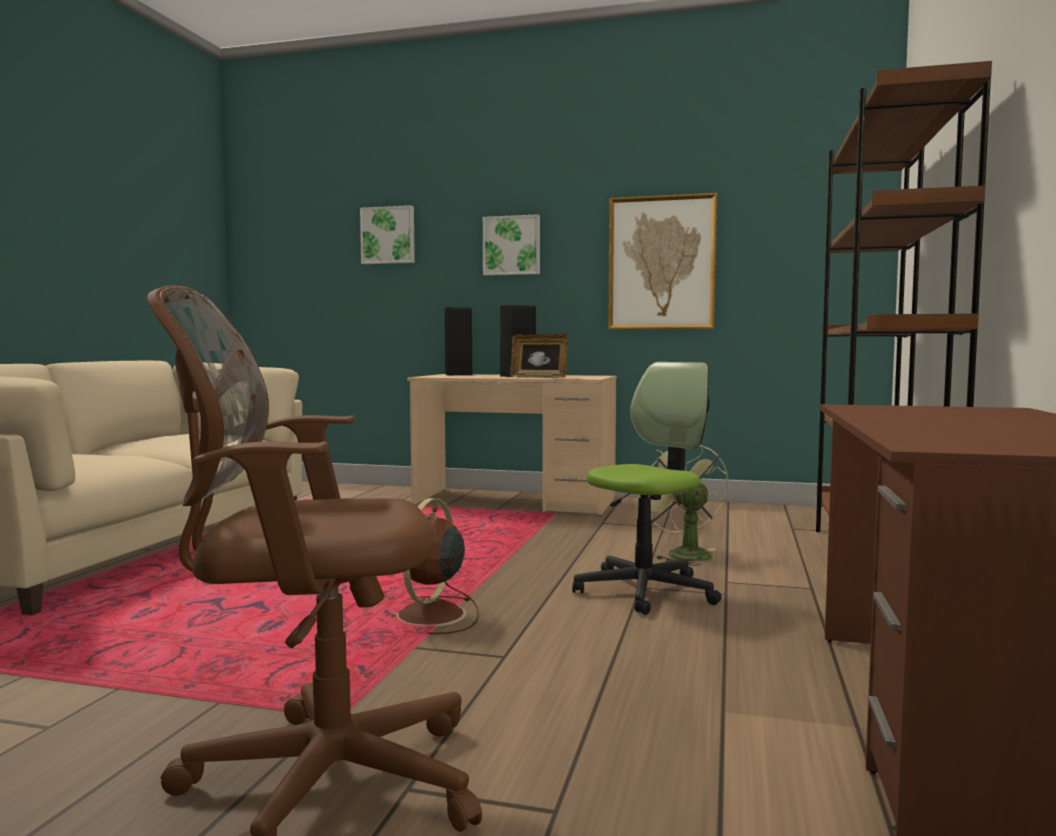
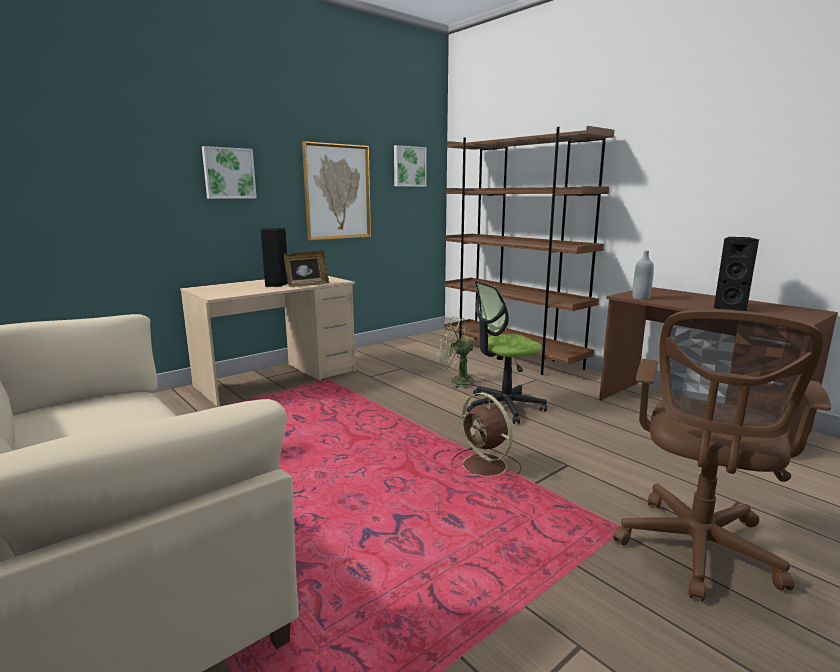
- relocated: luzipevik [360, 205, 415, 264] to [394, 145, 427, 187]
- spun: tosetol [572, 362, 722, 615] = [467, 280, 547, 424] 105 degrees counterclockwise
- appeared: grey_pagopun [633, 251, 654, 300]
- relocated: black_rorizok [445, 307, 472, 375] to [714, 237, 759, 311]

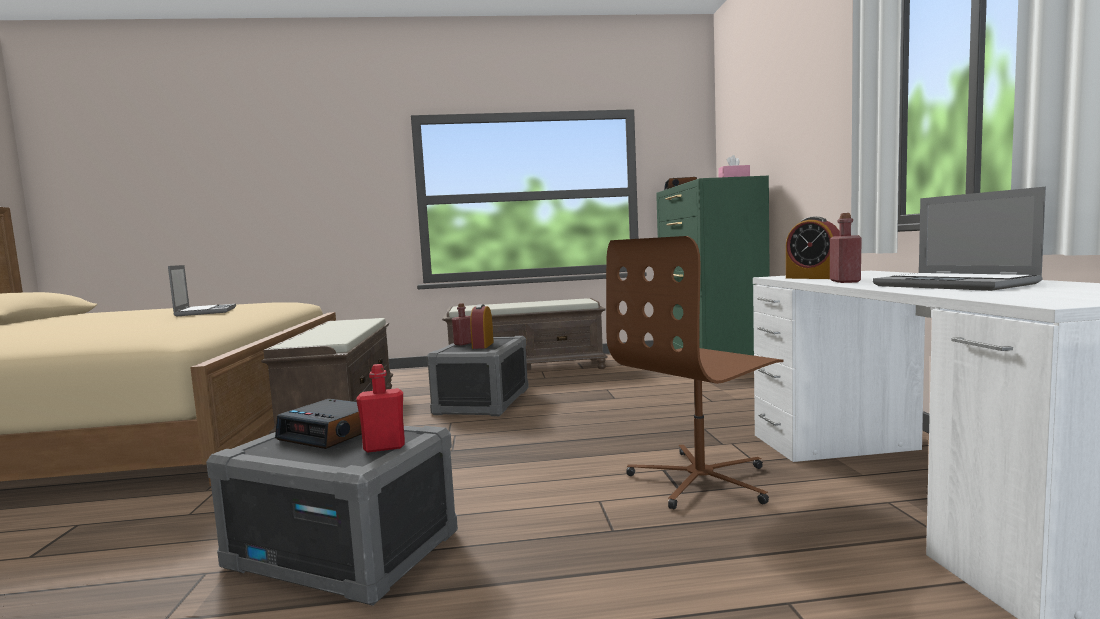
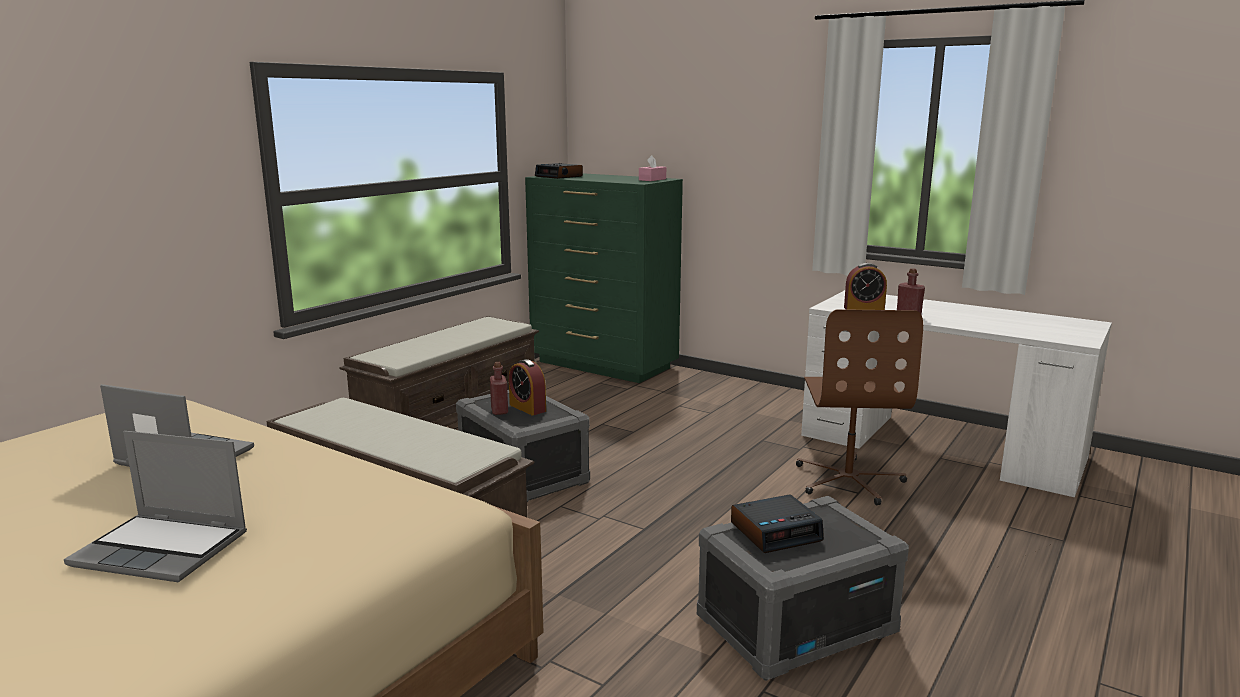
- relocated: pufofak [873, 187, 1046, 291] to [64, 431, 247, 582]
- missing: red_pagopun [356, 364, 405, 452]

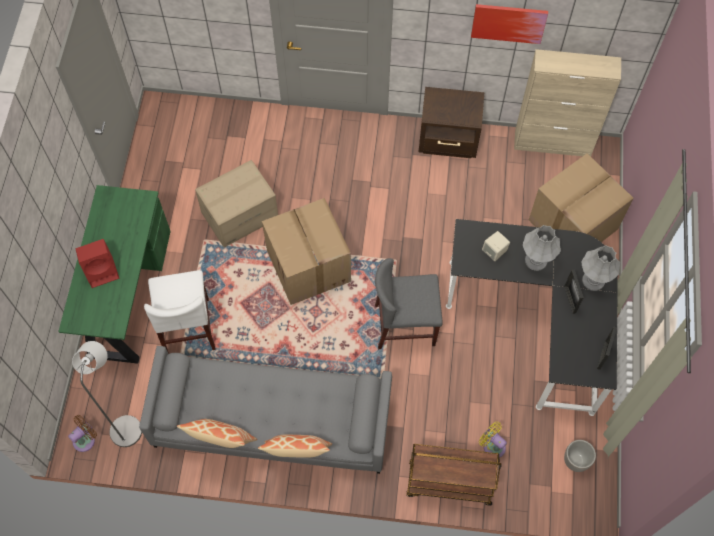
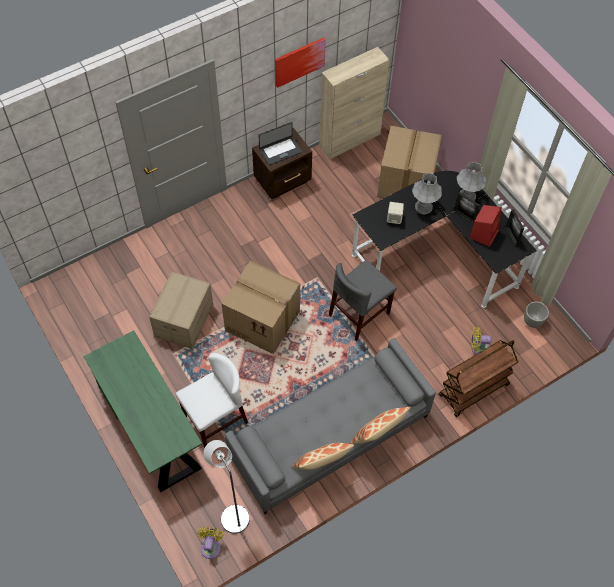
- spun: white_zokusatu [144, 270, 216, 354] = [176, 353, 248, 448] 75 degrees counterclockwise
- colour: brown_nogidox [68, 415, 97, 452] to yellow_nogidox [197, 527, 224, 559]
- appeared: pufofak [258, 122, 302, 165]
- relocated: red_rorizok [76, 239, 119, 288] to [470, 205, 502, 247]

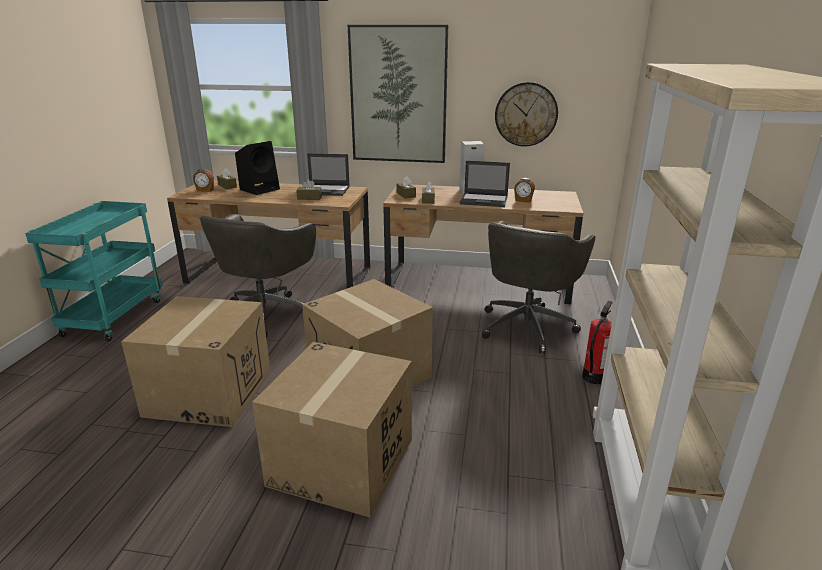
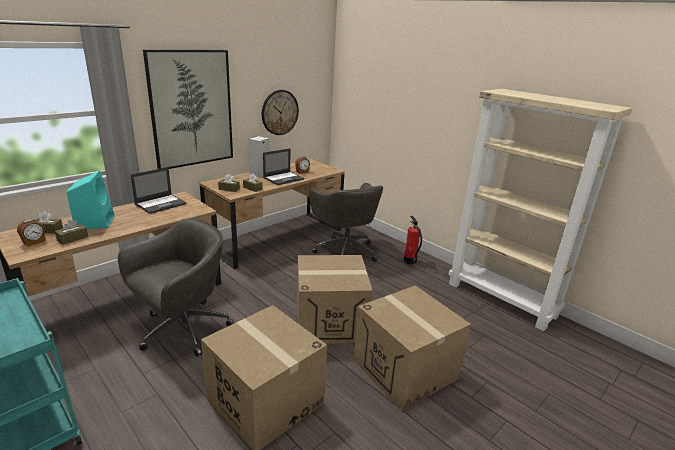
- relocated: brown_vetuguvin [296, 179, 322, 200] to [55, 220, 88, 245]
- colour: black_rorizok [235, 141, 280, 195] to turquoise_rorizok [67, 171, 115, 229]
- spun: grey_tosetol [199, 214, 316, 338] = [118, 218, 234, 357] 105 degrees counterclockwise

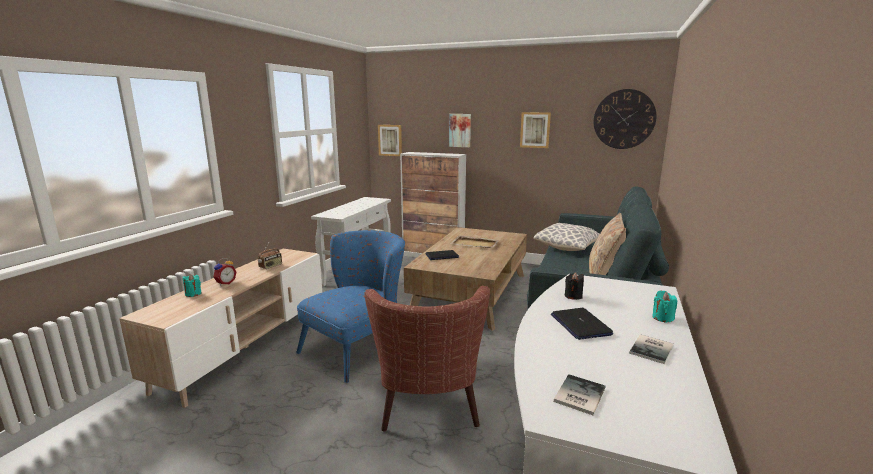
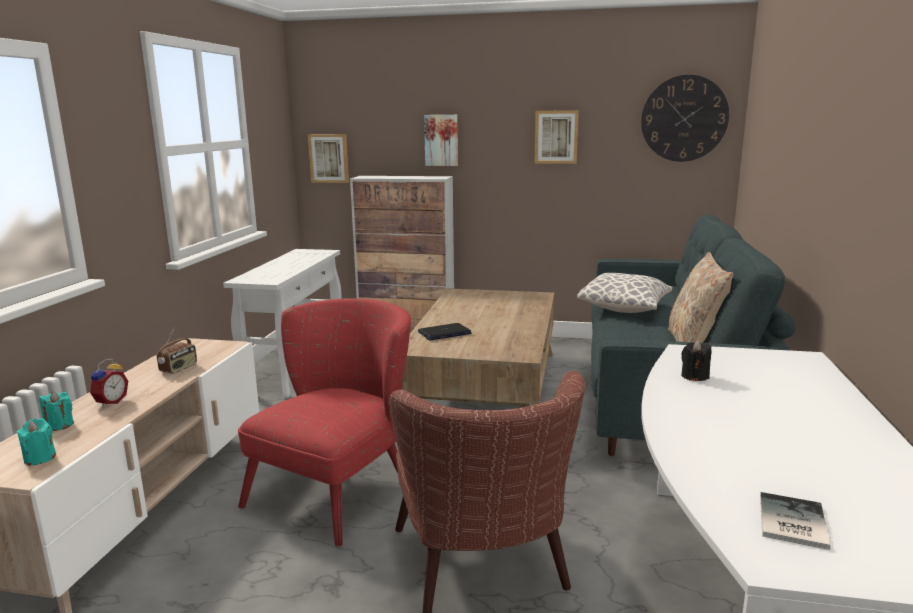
- relocated: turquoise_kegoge [652, 290, 677, 322] to [16, 418, 56, 466]
- colour: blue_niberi [296, 230, 405, 383] to red_niberi [238, 298, 411, 547]
- missing: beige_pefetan [450, 236, 499, 248]
- missing: pufofak [551, 308, 613, 340]
- missing: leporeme [629, 334, 674, 364]

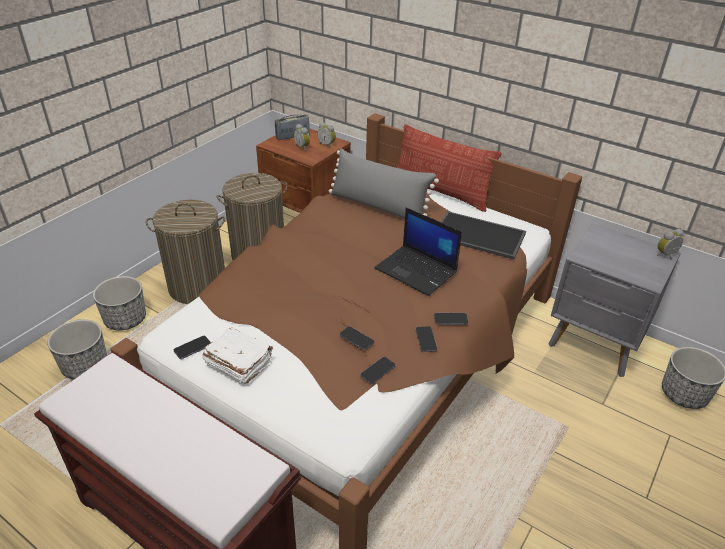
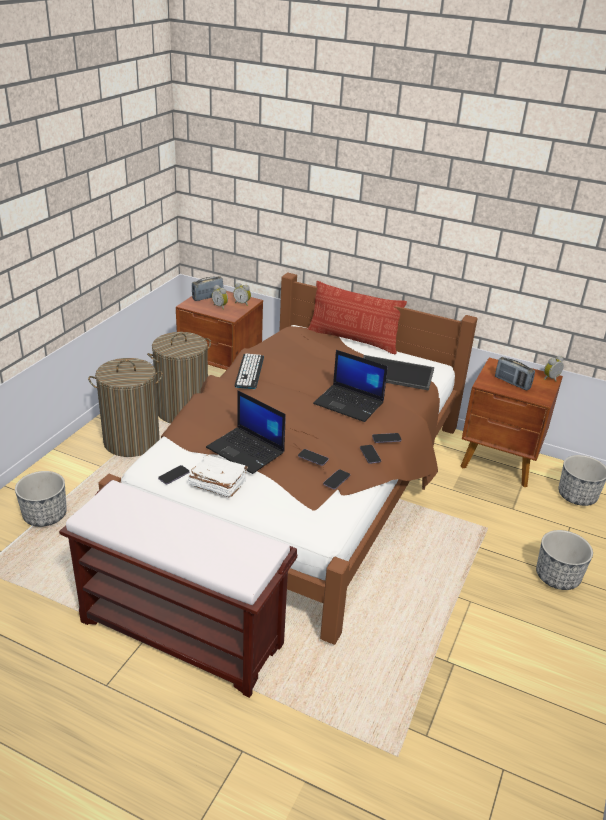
- appeared: pufofak [206, 390, 286, 474]
- appeared: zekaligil [235, 354, 264, 389]
- colour: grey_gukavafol [548, 223, 681, 377] to brown_gukavafol [461, 358, 563, 487]
- appeared: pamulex [495, 357, 535, 391]
- relocated: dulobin [93, 276, 146, 330] to [536, 530, 593, 590]
- missing: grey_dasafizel [329, 149, 439, 218]

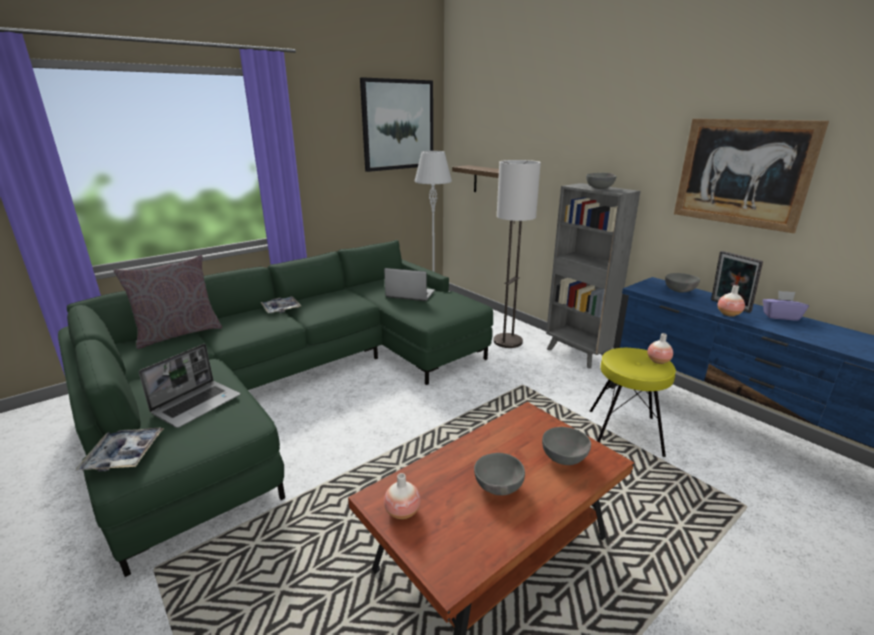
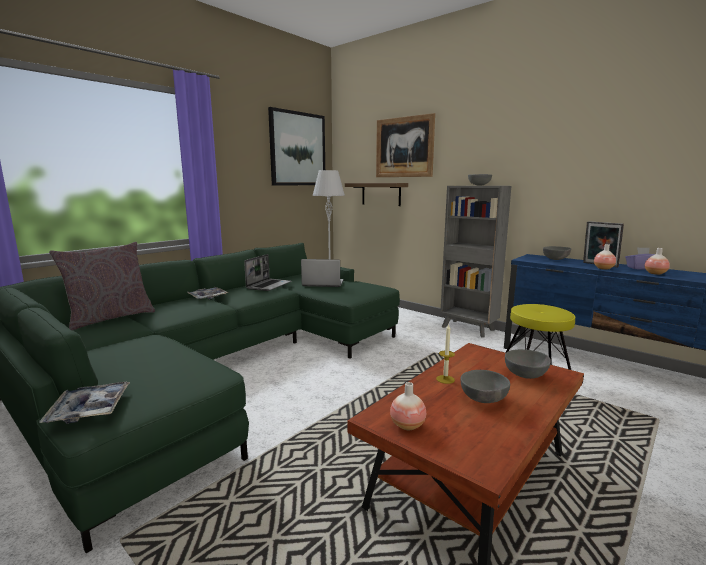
- relocated: pufofak [139, 344, 240, 428] to [244, 254, 291, 291]
- relocated: luzipevik [674, 119, 829, 233] to [376, 113, 435, 177]
- appeared: kegoge [436, 325, 455, 384]
- relocated: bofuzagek [647, 333, 673, 364] to [645, 248, 670, 275]
- missing: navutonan [493, 160, 541, 348]

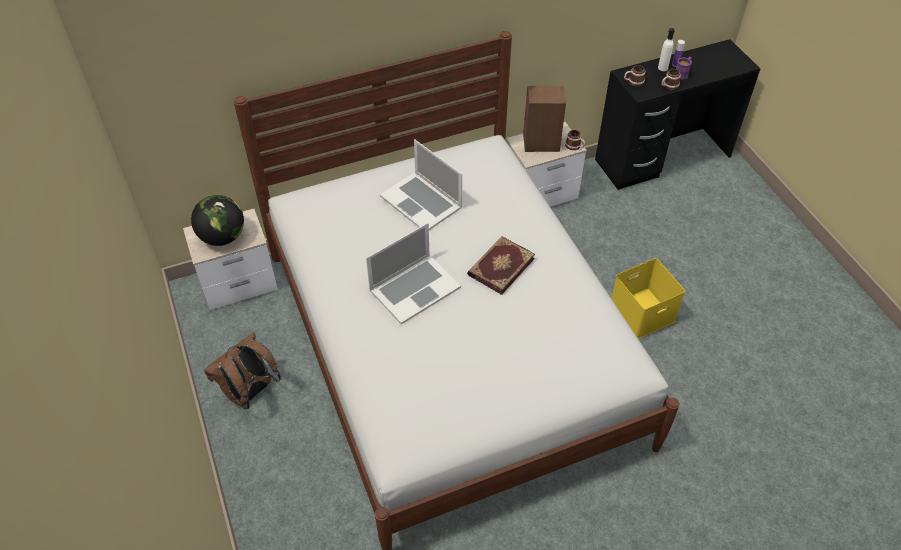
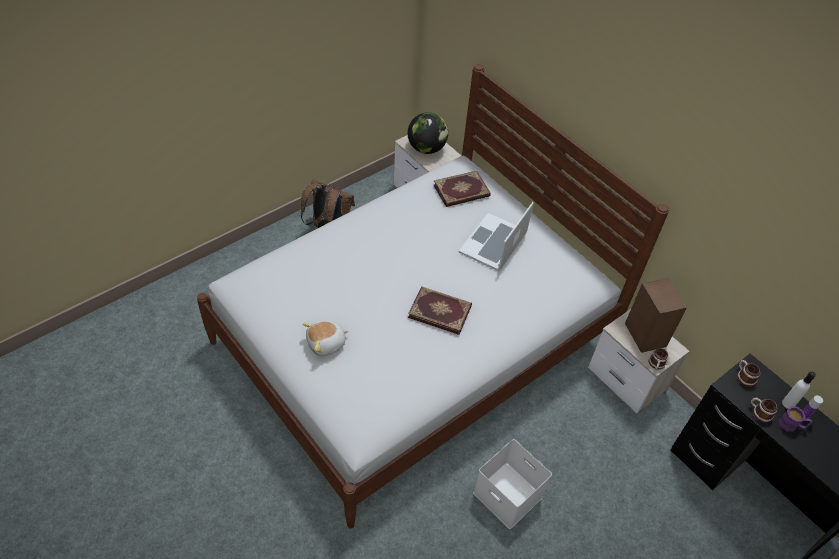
- appeared: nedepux [302, 320, 349, 356]
- appeared: leporeme [434, 171, 490, 207]
- colour: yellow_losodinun [611, 258, 685, 339] to white_losodinun [473, 439, 552, 529]
- missing: pufofak [366, 223, 461, 324]

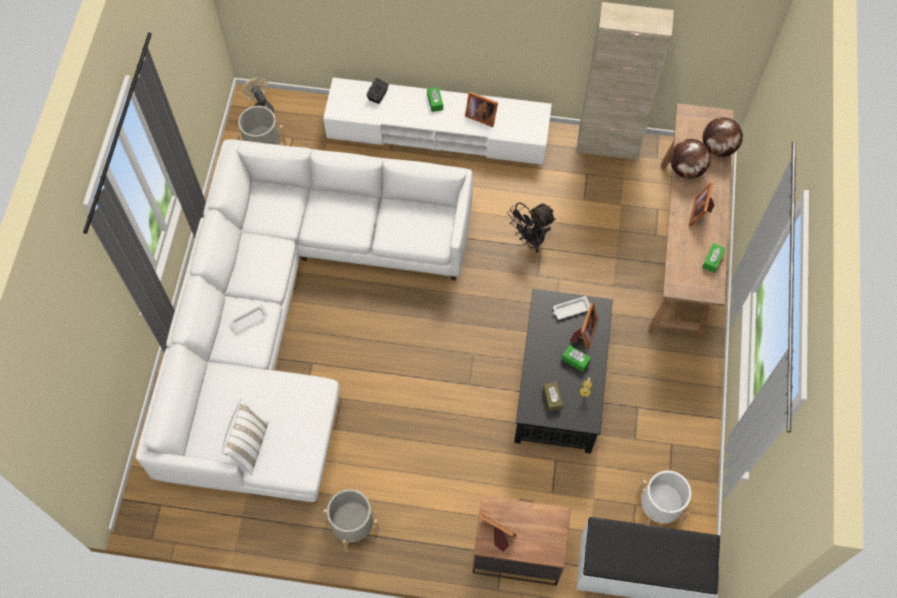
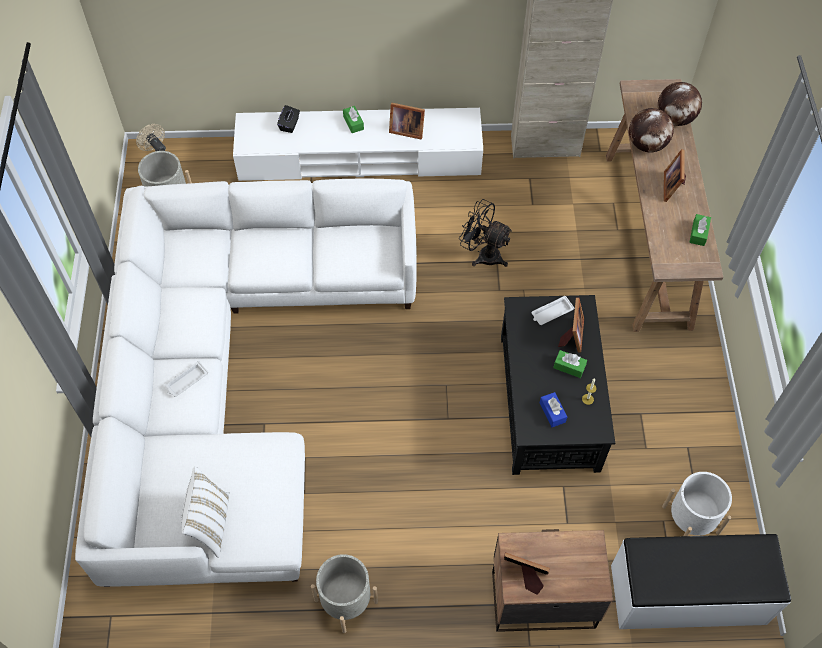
- spun: black_nogidox [507, 202, 556, 253] = [459, 199, 512, 267] 75 degrees clockwise
- colour: brown_vetuguvin [543, 382, 563, 411] to blue_vetuguvin [540, 392, 567, 427]

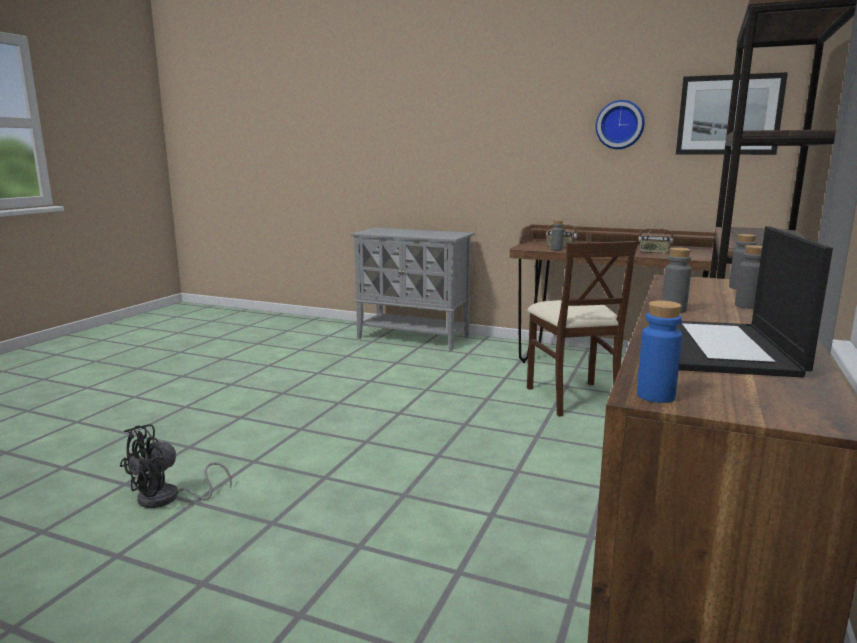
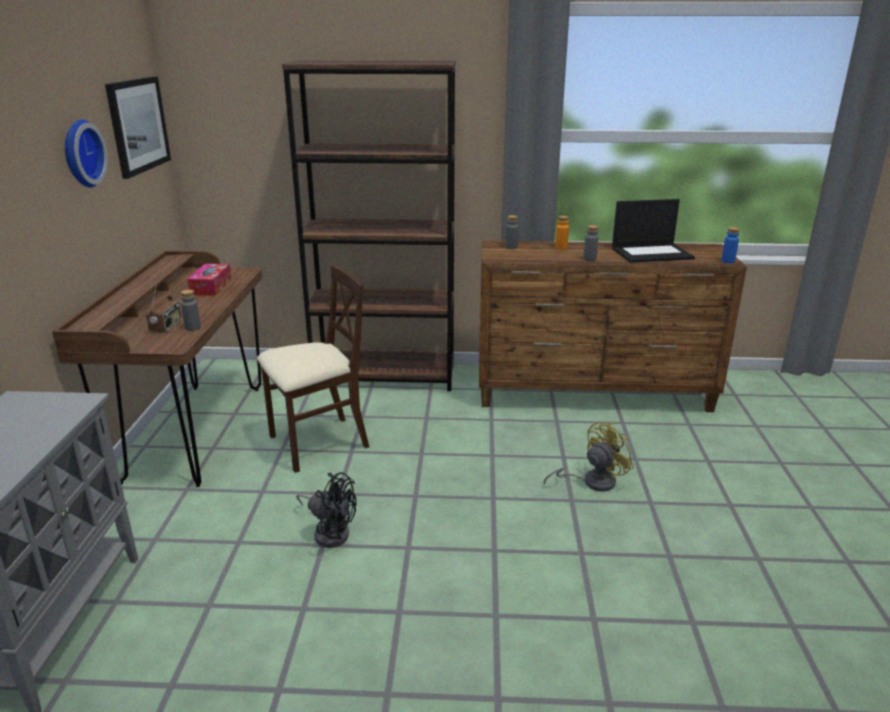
- exchanged: pamulex [639, 219, 673, 254] to vetuguvin [187, 264, 232, 296]
- relocated: black_nogidox [120, 424, 232, 508] to [296, 472, 356, 548]
- appeared: yellow_nogidox [543, 422, 634, 492]
- colour: grey_pagopun [735, 245, 762, 309] to orange_pagopun [555, 216, 569, 250]

